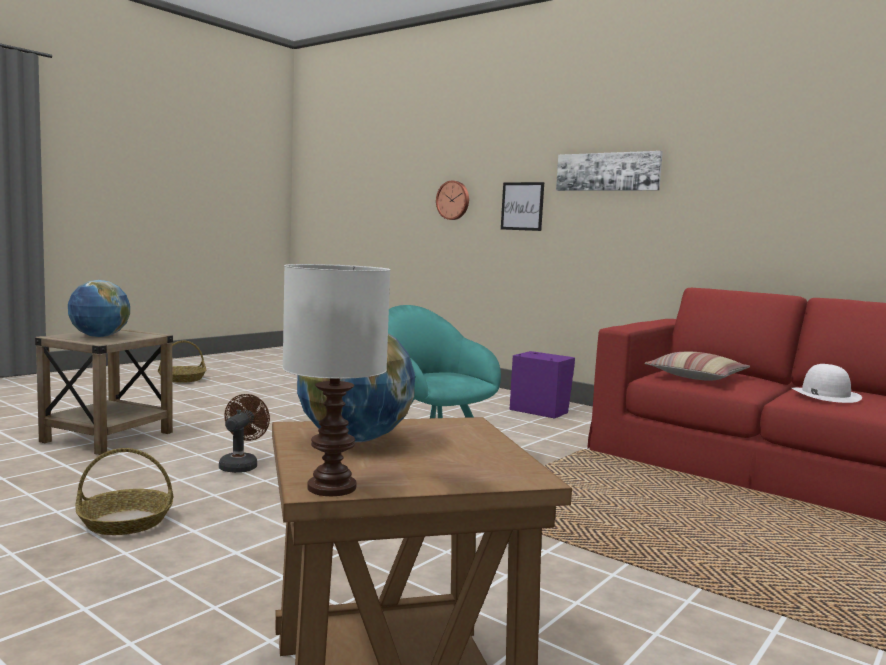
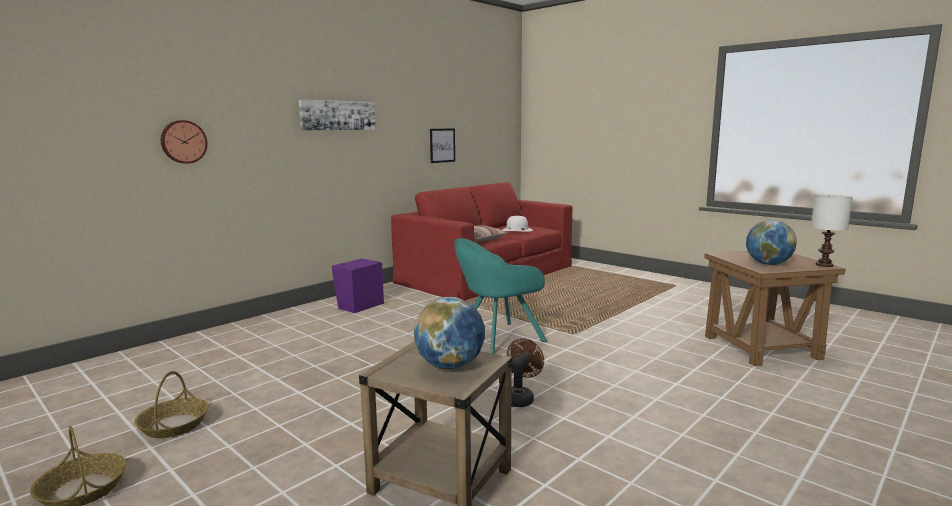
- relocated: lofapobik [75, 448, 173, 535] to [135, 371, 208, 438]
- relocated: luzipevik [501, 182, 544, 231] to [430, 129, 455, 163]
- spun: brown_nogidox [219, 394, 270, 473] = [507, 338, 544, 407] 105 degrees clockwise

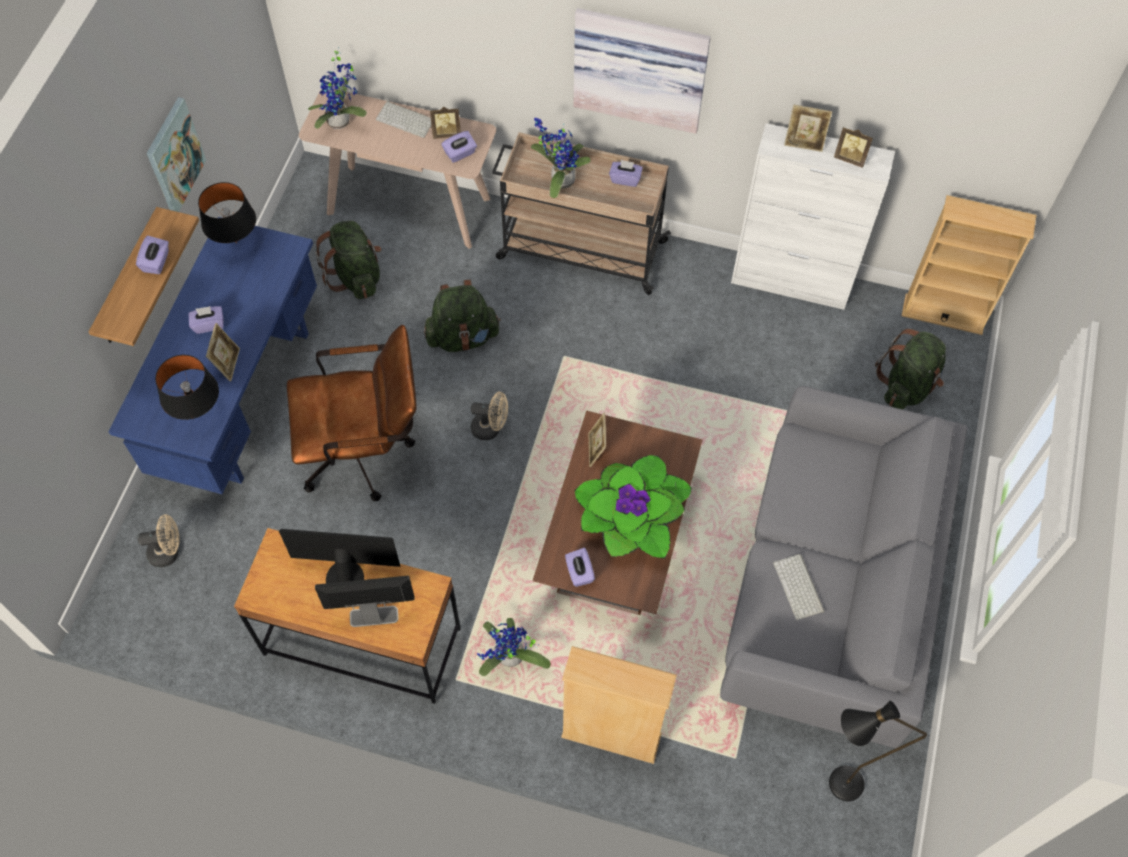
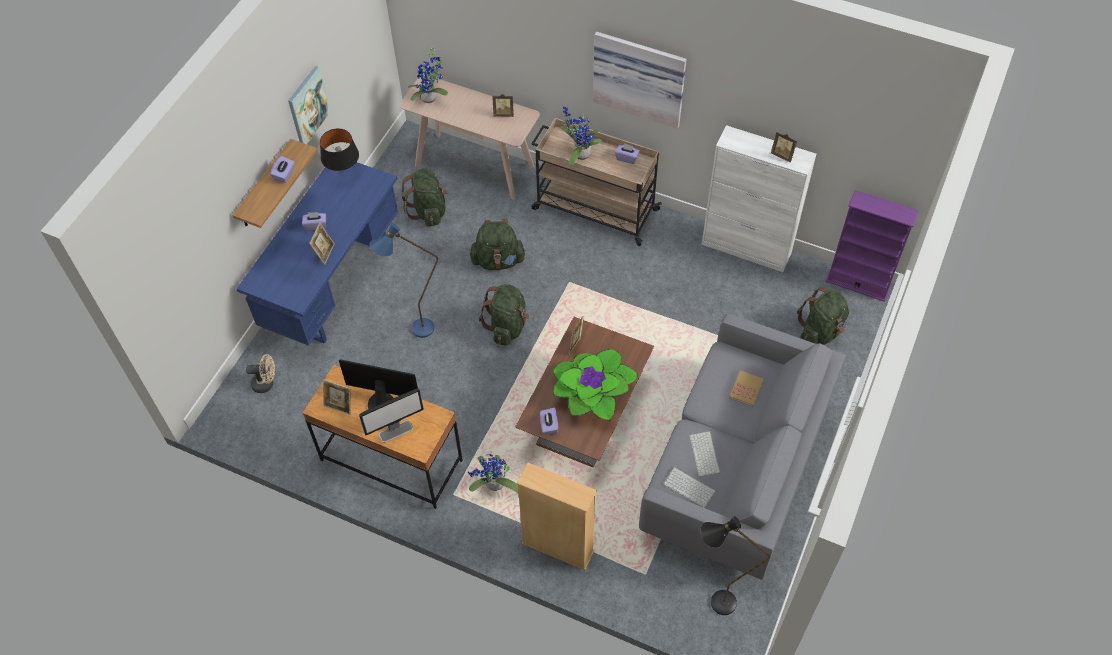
- relocated: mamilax [784, 105, 832, 152] to [323, 379, 351, 415]
- spun: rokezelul [315, 576, 415, 627] = [359, 388, 424, 442] 150 degrees clockwise
- exchanged: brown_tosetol [287, 325, 417, 501] to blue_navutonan [369, 223, 438, 338]
- exchanged: beige_nogidox [471, 392, 508, 440] to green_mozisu [479, 284, 529, 346]
- relocated: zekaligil [376, 101, 432, 138] to [663, 467, 716, 508]
- appeared: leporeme [729, 370, 764, 407]
- colour: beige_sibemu [902, 195, 1037, 335] to purple_sibemu [826, 190, 919, 302]
- missing: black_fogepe [155, 355, 219, 420]
- missing: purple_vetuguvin [441, 131, 477, 163]

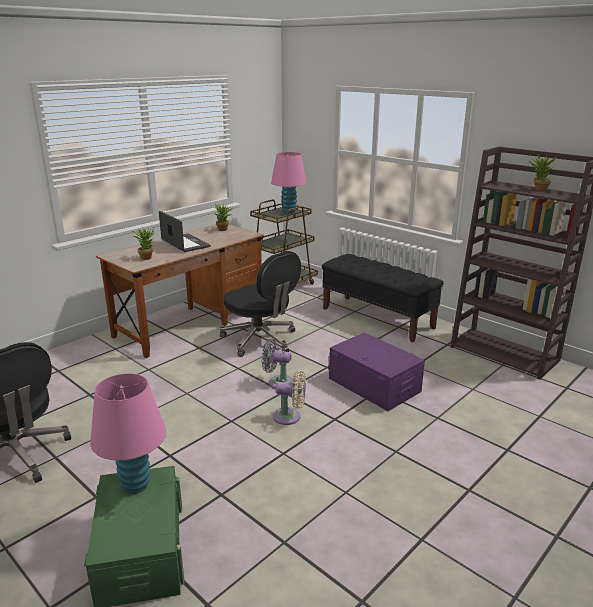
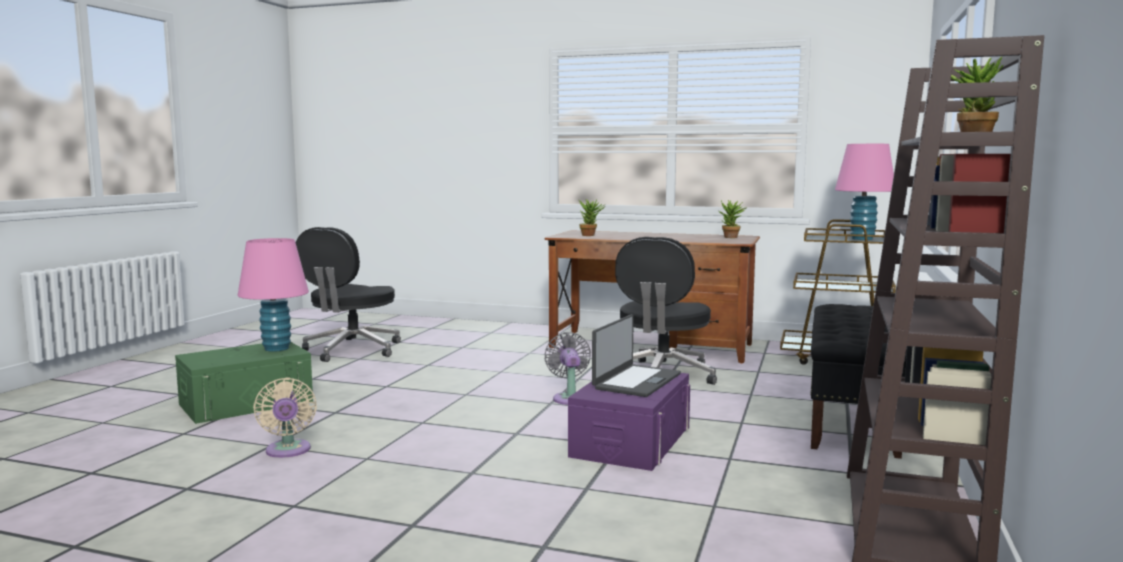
- relocated: beige_nogidox [273, 370, 306, 425] to [253, 378, 317, 458]
- relocated: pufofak [159, 211, 211, 252] to [592, 314, 681, 397]

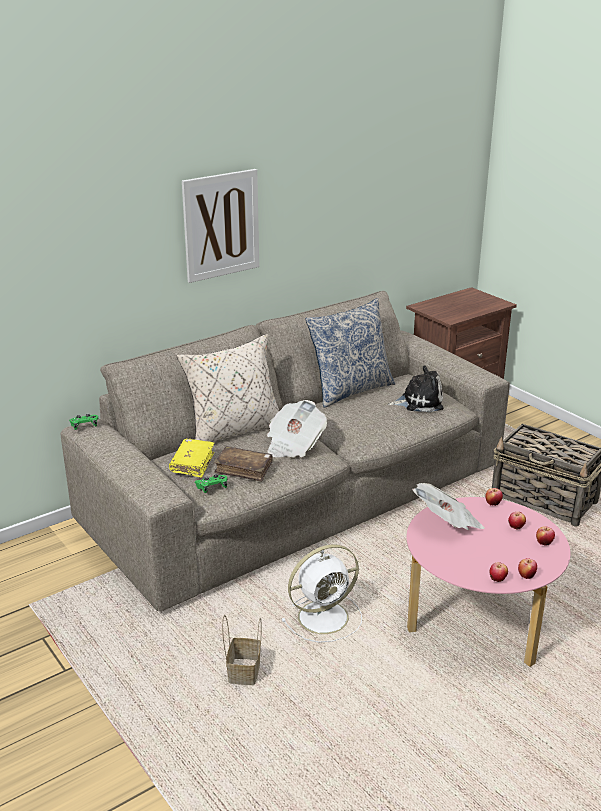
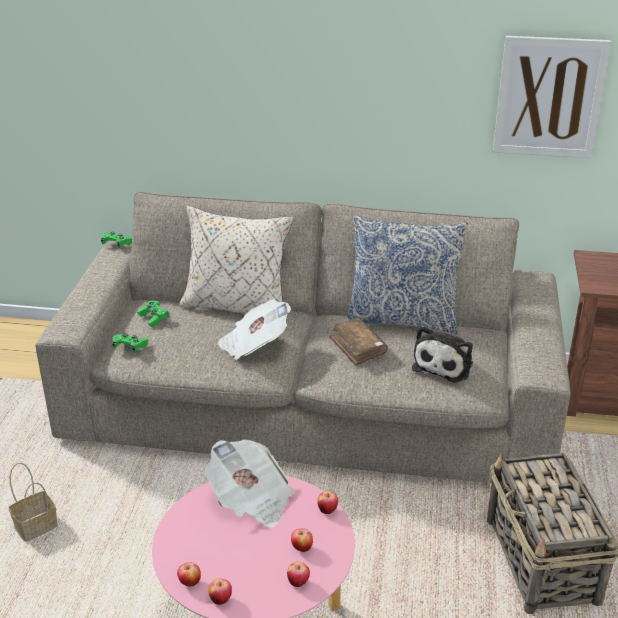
- exchanged: yellow_leporeme [169, 439, 215, 478] to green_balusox [137, 301, 169, 327]
- relocated: brown_leporeme [214, 446, 273, 482] to [329, 317, 388, 366]
- spun: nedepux [387, 365, 444, 412] = [412, 326, 473, 383] 75 degrees clockwise
- relocated: luzipevik [182, 169, 259, 283] to [493, 36, 611, 158]
- missing: white_nogidox [281, 544, 362, 643]

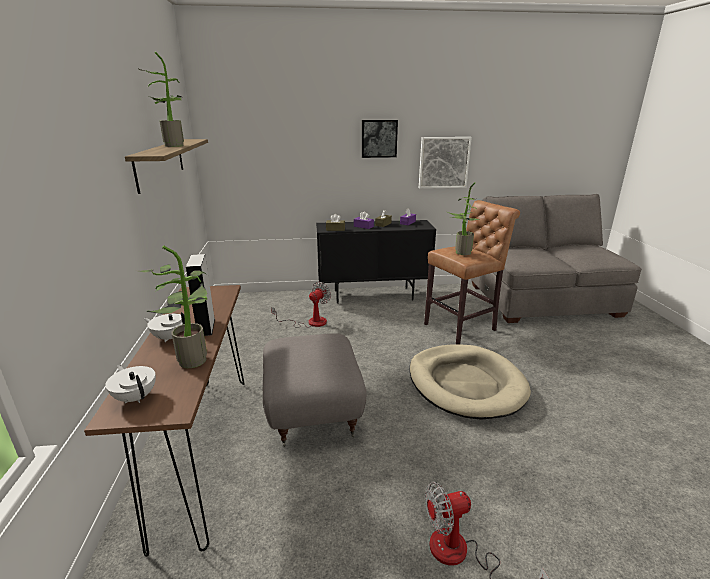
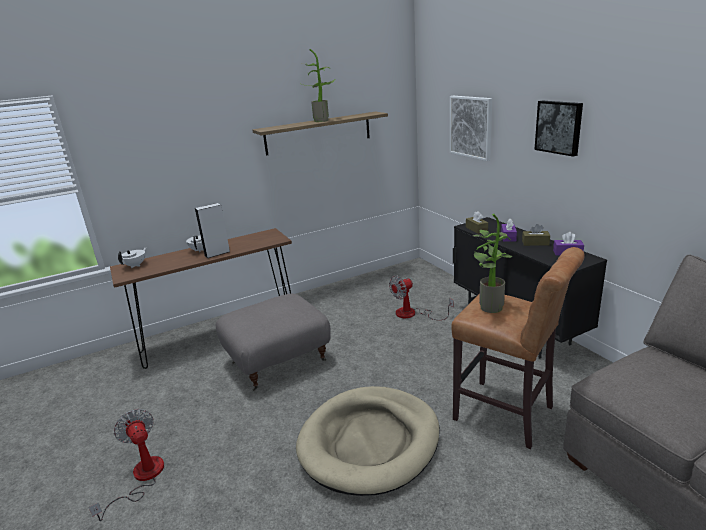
- spun: nogidox [271, 282, 331, 328] = [389, 275, 453, 320] 135 degrees clockwise
- relocated: luzipevik [419, 137, 472, 189] to [450, 96, 492, 161]
- missing: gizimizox [139, 246, 207, 368]

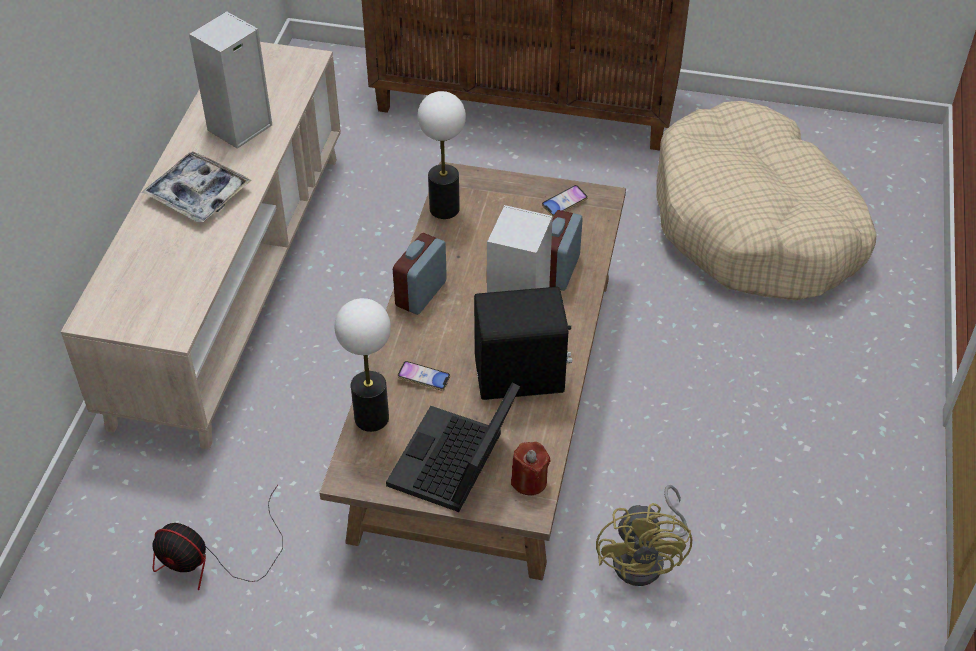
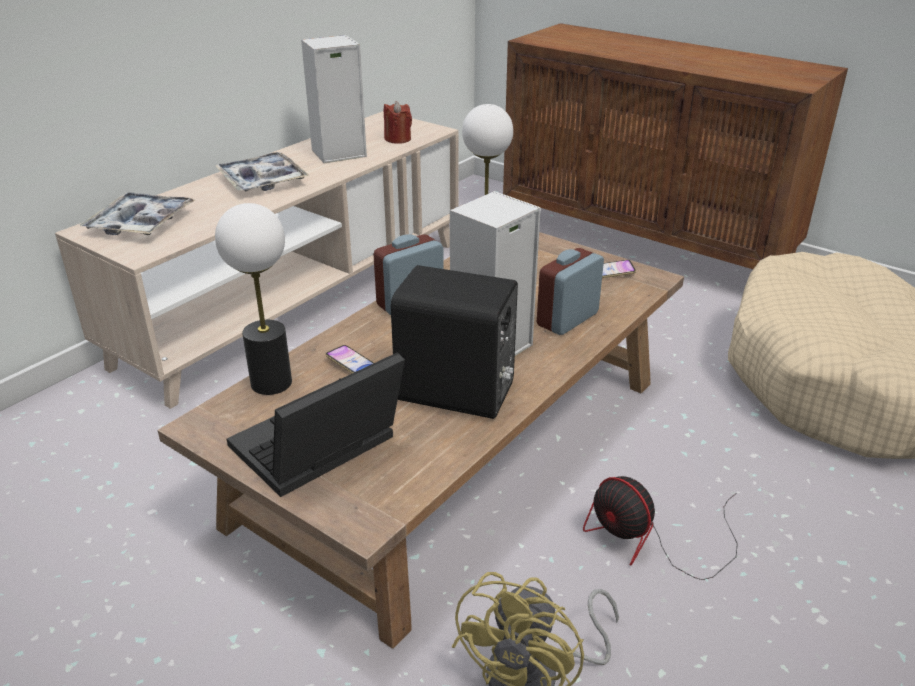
- appeared: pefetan [80, 192, 195, 235]
- relocated: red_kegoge [511, 442, 550, 496] to [384, 101, 412, 144]
- relocated: nogidox [152, 485, 283, 590] to [583, 476, 738, 580]

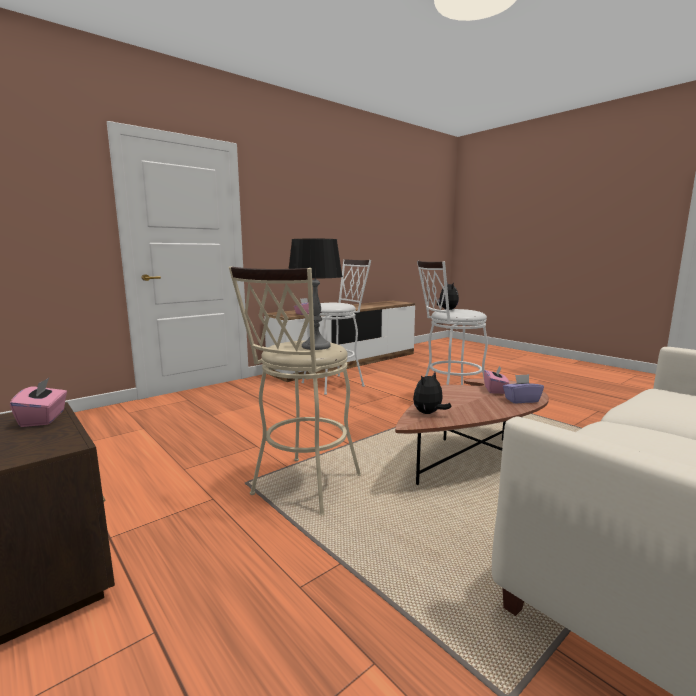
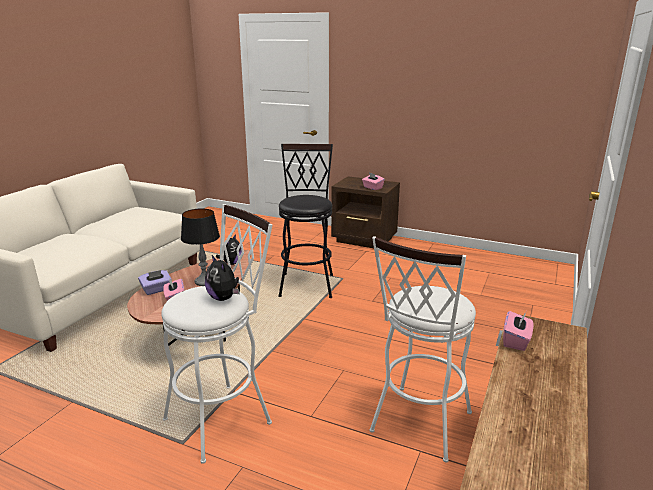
- relocated: fogepe [289, 239, 343, 350] to [181, 208, 220, 286]
- colour: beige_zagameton [229, 266, 361, 515] to black_zagameton [278, 144, 333, 298]

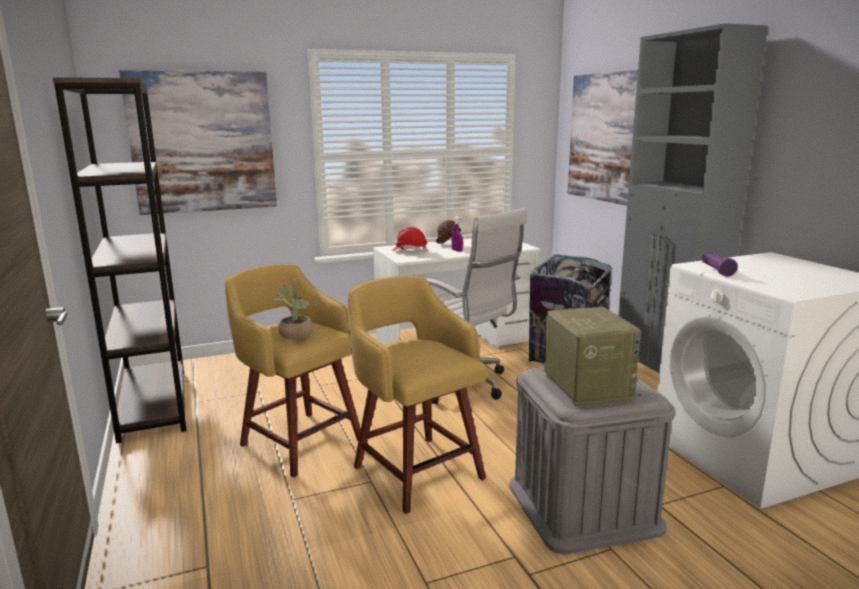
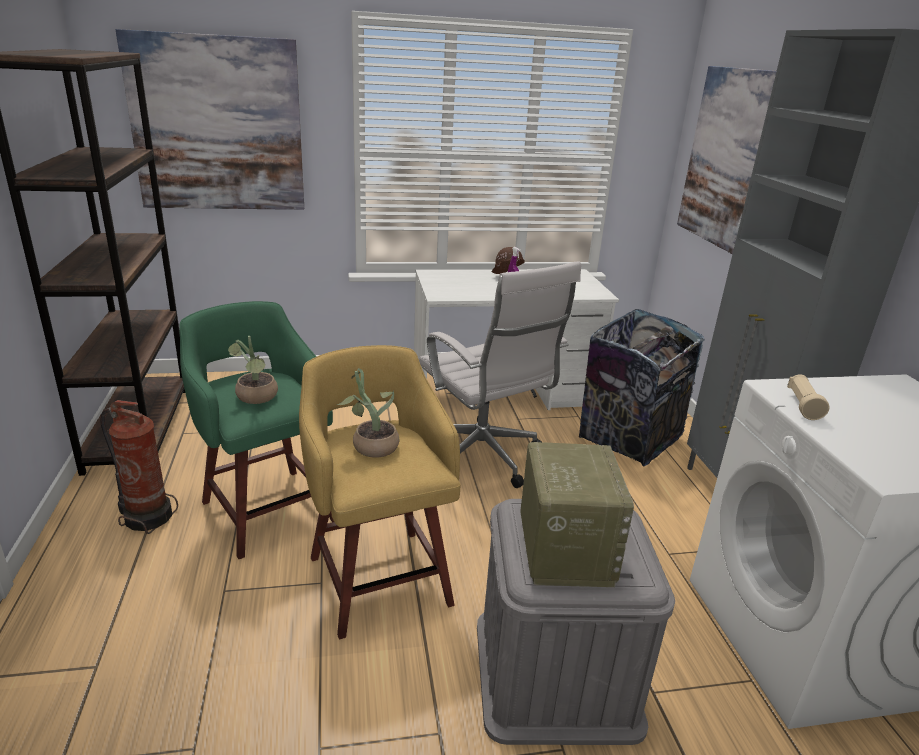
- appeared: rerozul [100, 400, 178, 534]
- colour: yellow_zagameton [225, 264, 361, 478] to green_zagameton [180, 301, 334, 559]
- appeared: gizimizox [337, 368, 399, 458]
- colour: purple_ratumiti [702, 252, 738, 277] to beige_ratumiti [787, 374, 829, 420]
- missing: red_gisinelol [392, 227, 428, 252]

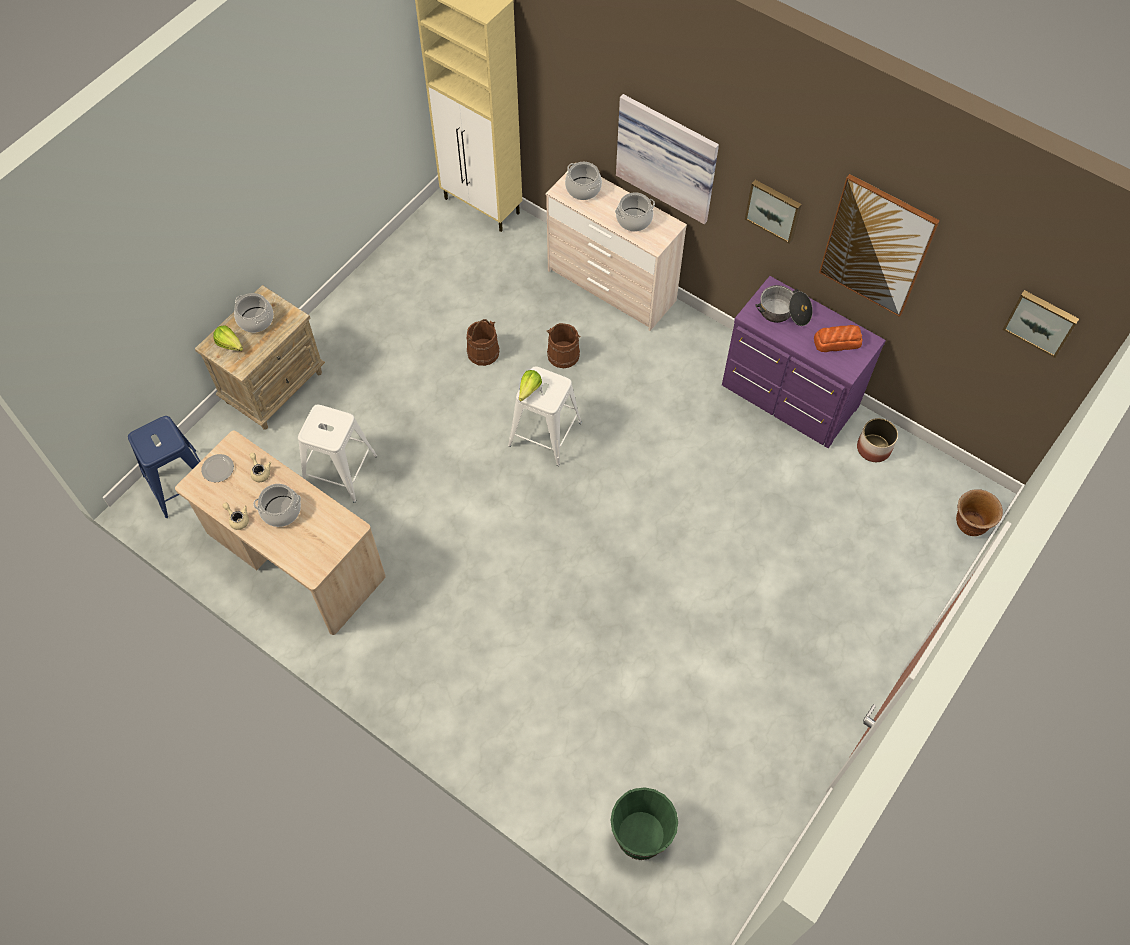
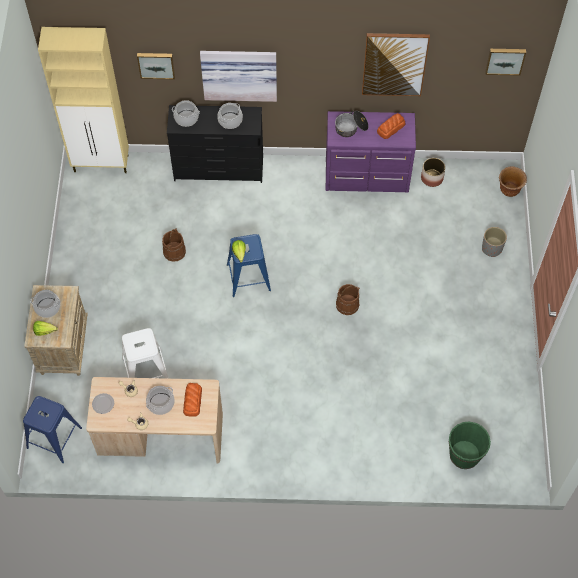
- relocated: luzipevik [745, 180, 802, 244] to [137, 53, 175, 79]
- colour: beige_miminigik [546, 171, 687, 331] to black_miminigik [167, 105, 263, 183]
- appeared: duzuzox [183, 383, 202, 417]
- colour: white_zagameton [508, 366, 582, 466] to blue_zagameton [227, 234, 271, 297]
- relocated: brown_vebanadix [547, 323, 581, 368] to [336, 284, 360, 315]
- appeared: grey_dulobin [482, 227, 507, 257]

